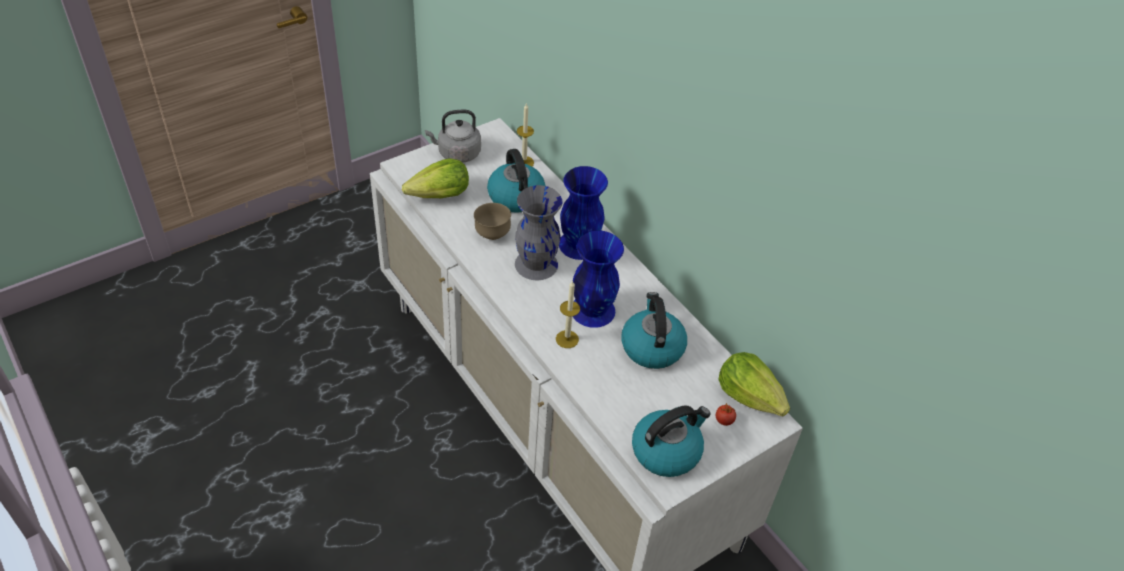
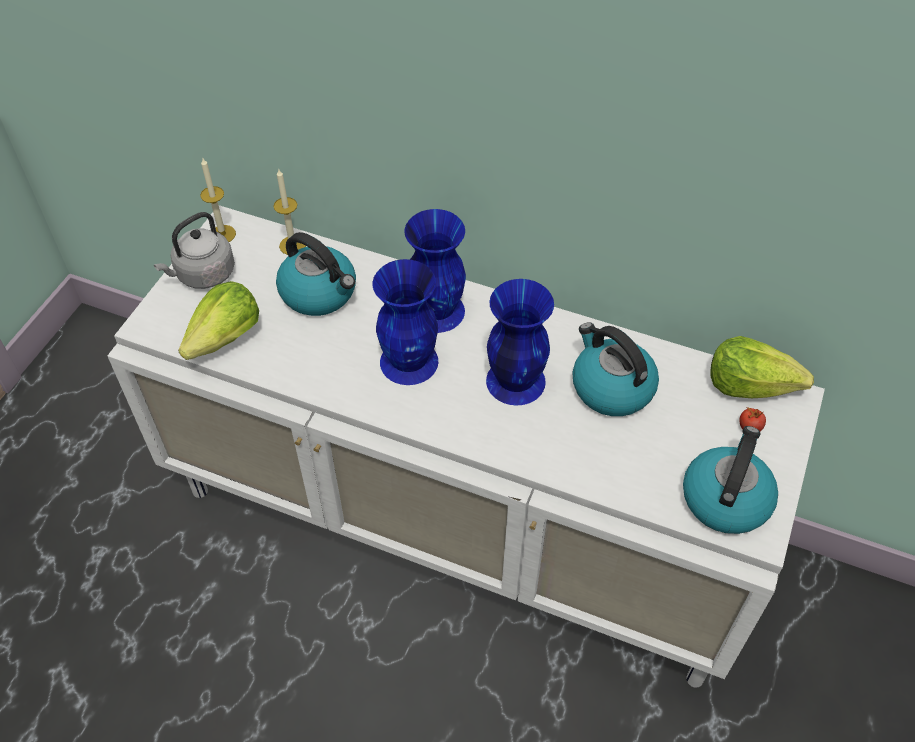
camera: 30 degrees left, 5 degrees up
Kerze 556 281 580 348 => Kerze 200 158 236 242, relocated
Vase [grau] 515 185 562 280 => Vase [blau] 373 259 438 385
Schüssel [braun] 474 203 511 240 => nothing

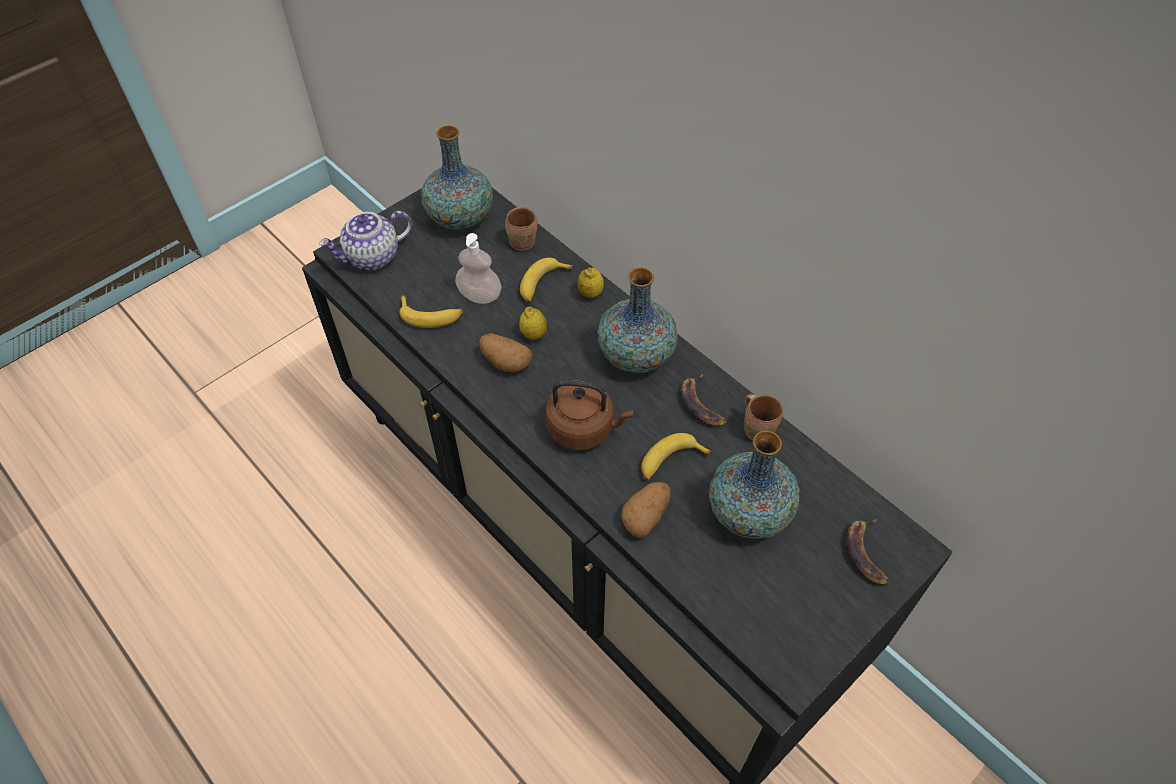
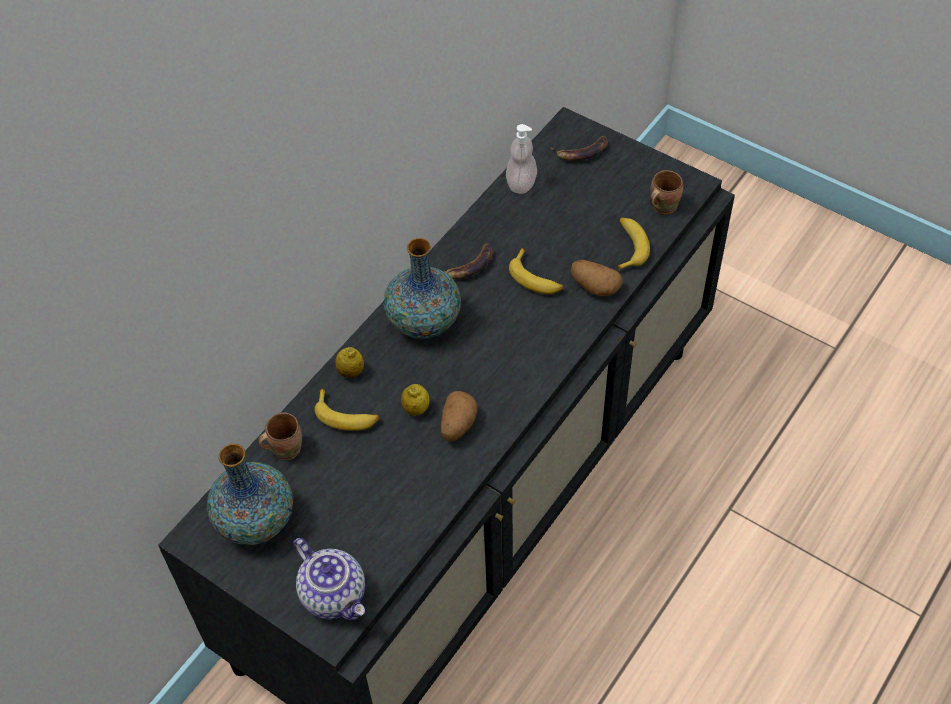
camera: 100 degrees left, 0 degrees up
Seifenspender 455 233 502 304 => Seifenspender 506 124 537 194, relocated
Banane 399 295 463 328 => Banane 618 217 650 270, relocated
Henkelbecher [braun] 744 394 783 440 => Henkelbecher [braun] 650 170 683 214, relocated
Wasserkessel [braun] 546 379 633 450 => nothing
Vase 709 430 799 539 => nothing

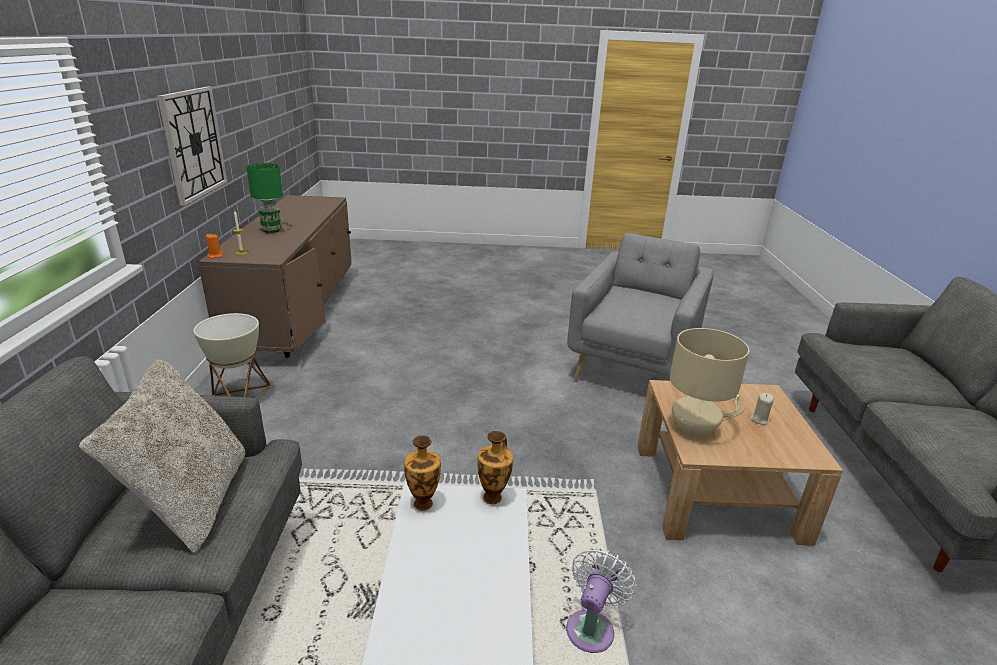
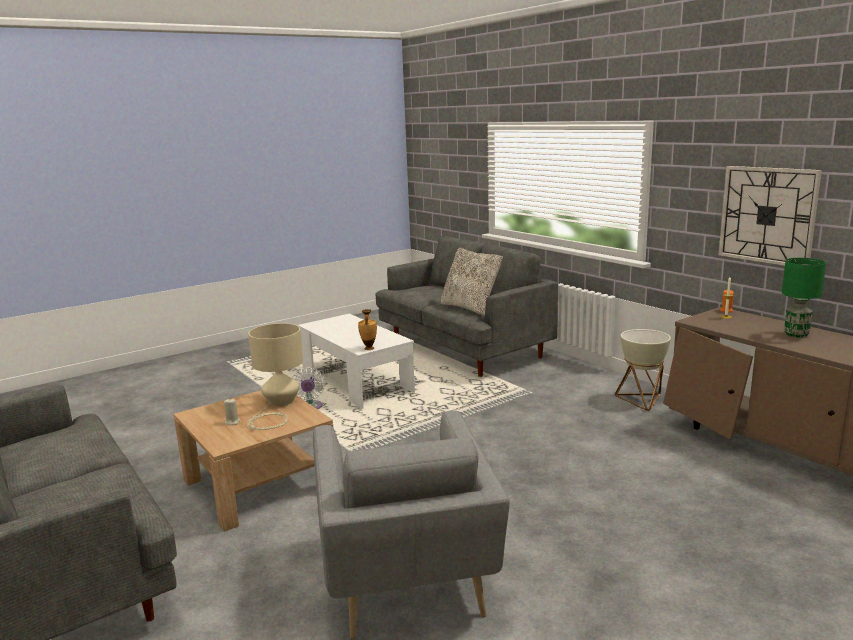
camera: 145 degrees right, 10 degrees down
Vase 404 435 441 511 => nothing

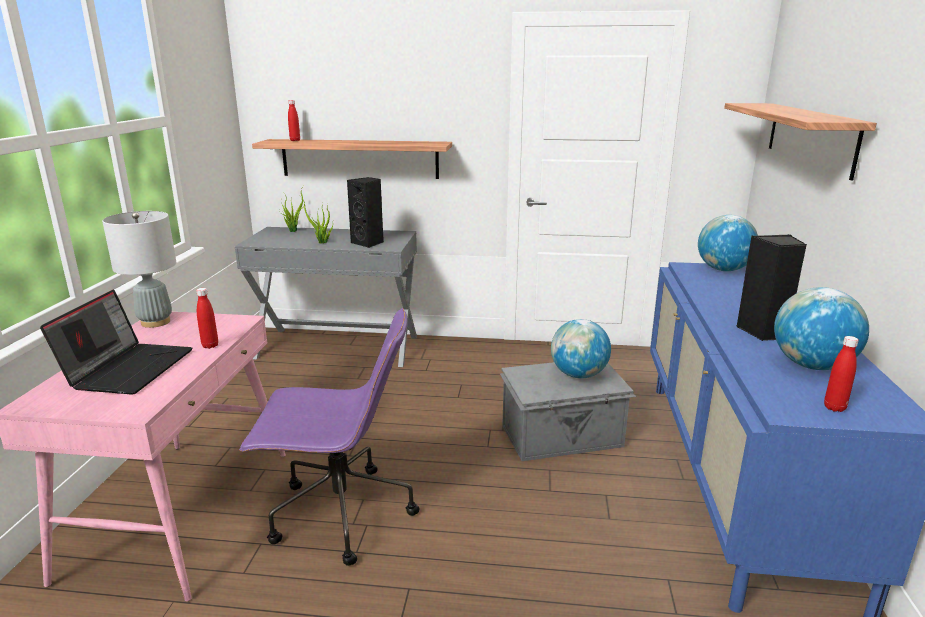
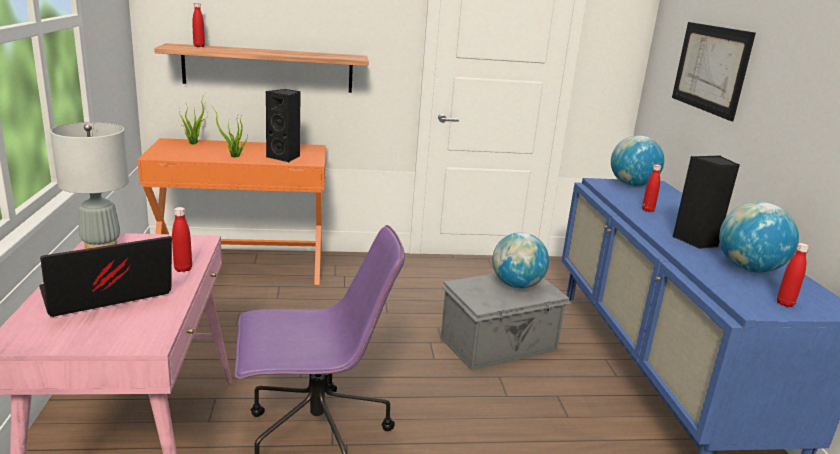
camera: 15 degrees left, 0 degrees up
Laptop 40 290 192 394 => Laptop 39 236 172 317, 120 degrees counterclockwise
Schreibtisch [grau] 235 227 417 367 => Schreibtisch [orange] 137 138 326 285
nothing => Flasche [rot] 642 165 661 212
Wandregal 724 103 877 180 => Bild 672 22 756 121

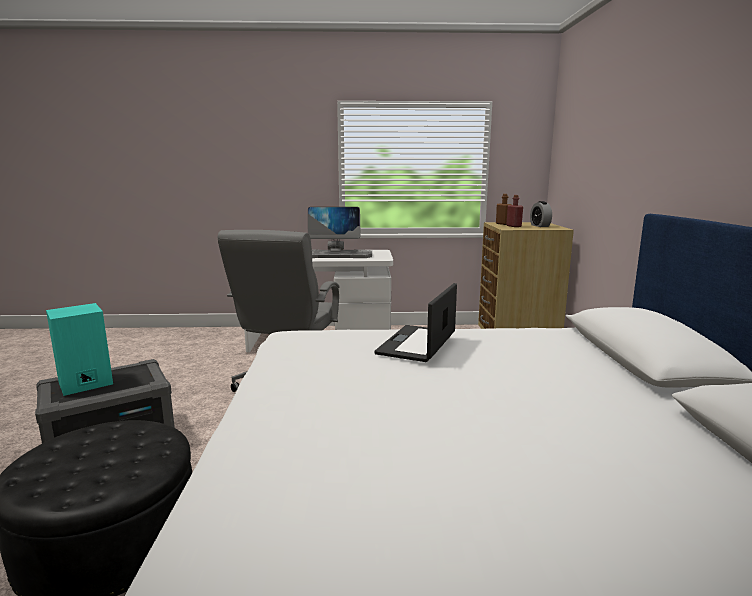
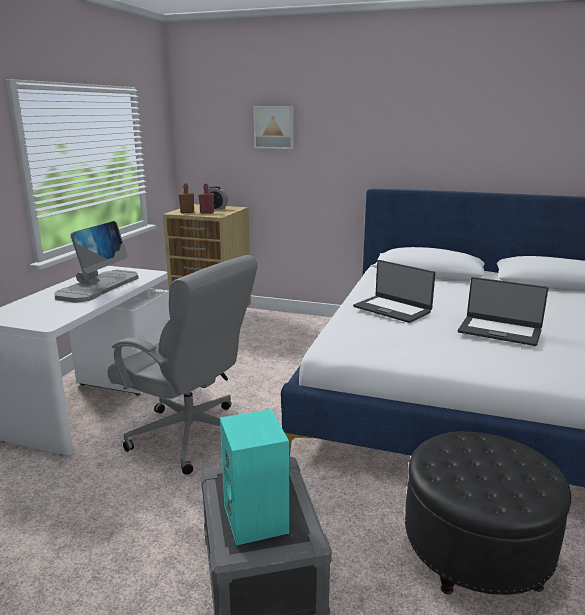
camera: 70 degrees left, 5 degrees up
nothing => Bild 253 106 294 149
nothing => Laptop 458 277 548 346

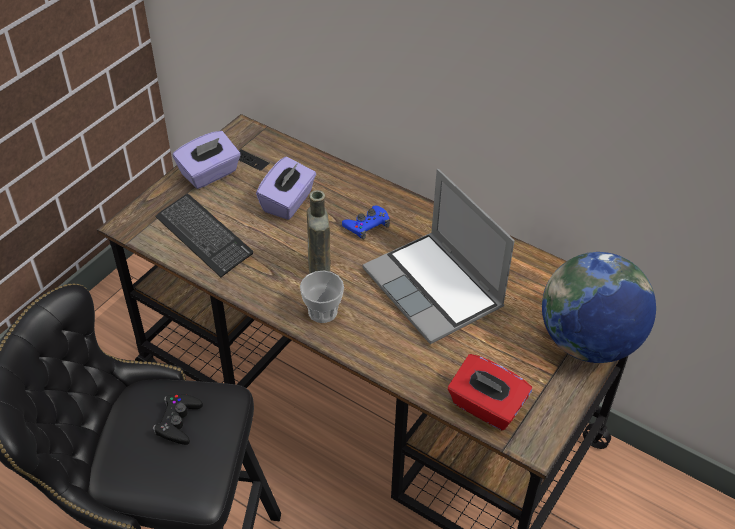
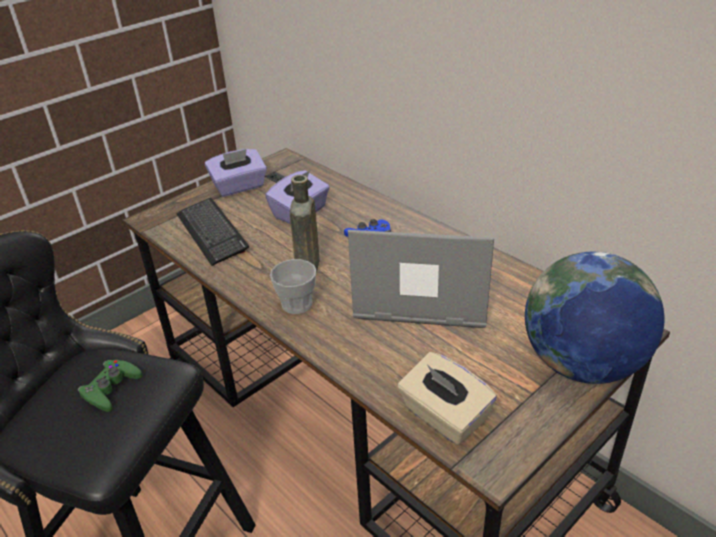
camera: 15 degrees right, 10 degrees down
Gamepad [schwarz] 153 394 203 445 => Gamepad [grün] 78 360 143 412
Laptop 363 169 515 344 => Laptop 348 230 494 328, 120 degrees clockwise
Taschentuchbox [rot] 448 354 532 430 => Taschentuchbox [beige] 398 352 497 445

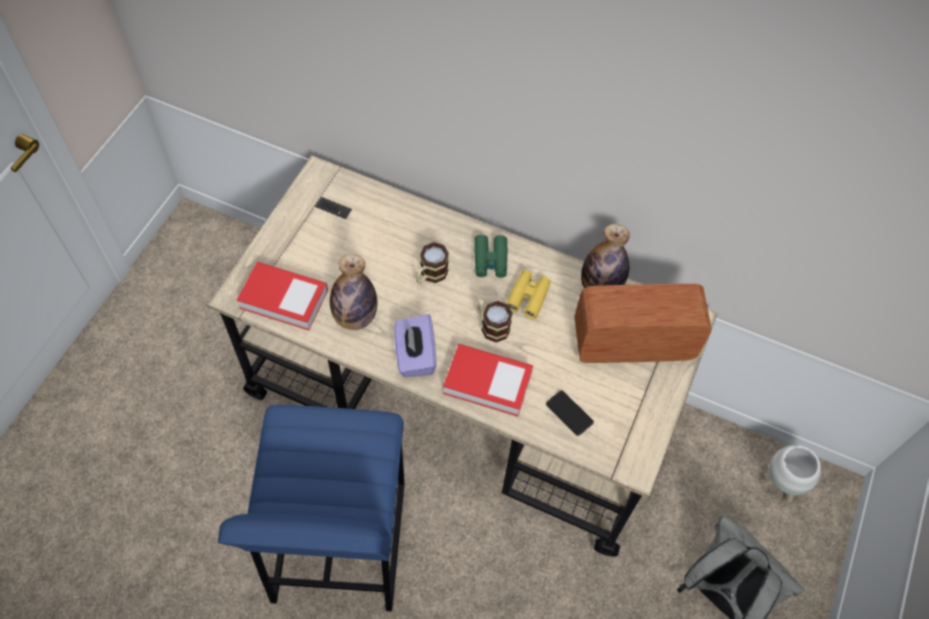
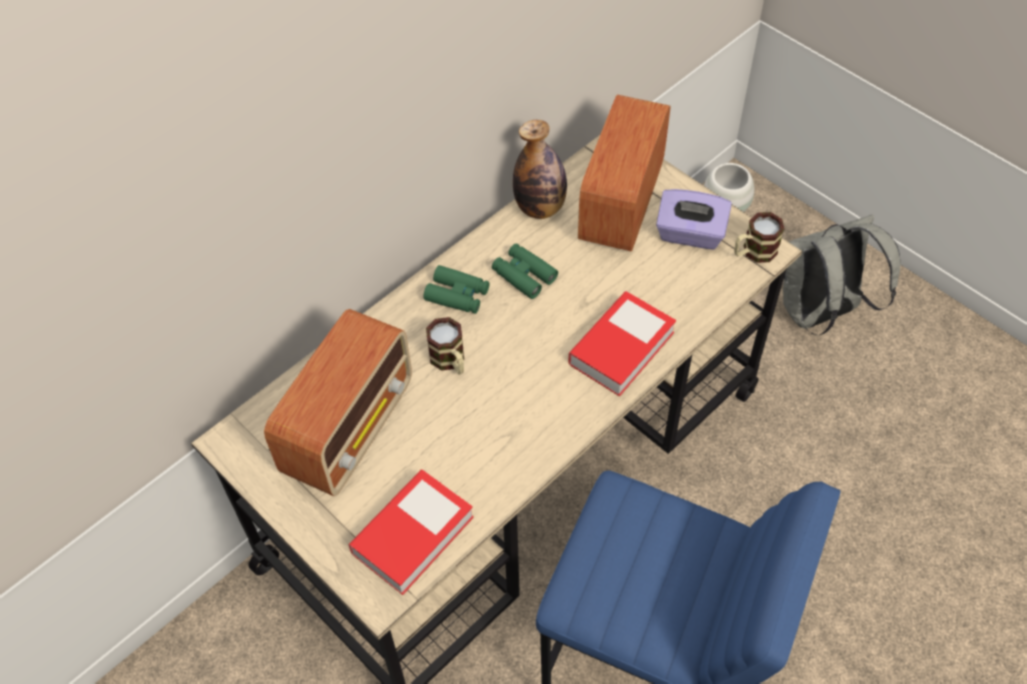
camera: 65 degrees left, 5 degrees down
nothing => Radio 264 309 412 496
Fernglas [gelb] 506 270 551 319 => Fernglas [grün] 492 244 558 299
Taschentuchbox [lila] 394 314 436 377 => Taschentuchbox [lila] 656 189 732 250, relocated
Henkelbecher 476 298 513 342 => Henkelbecher 734 212 784 263, relocated
Flasche 330 254 377 330 => nothing
Handy 546 390 594 436 => nothing

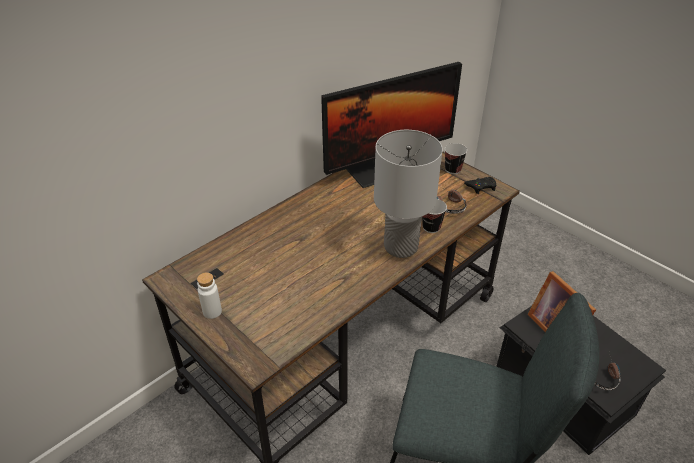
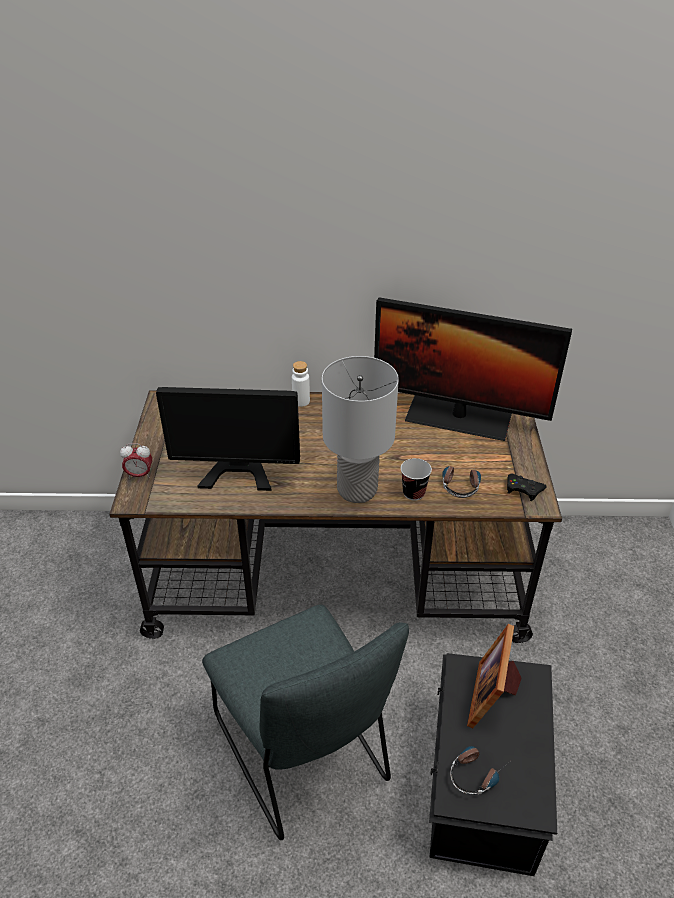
camera: 45 degrees right, 0 degrees up
nothing => Wecker 120 443 152 478
nothing => Monitor 156 387 300 491
Flasche [weiß] 197 272 222 319 => Flasche [weiß] 292 361 310 407, relocated
Tasse 445 143 467 174 => nothing

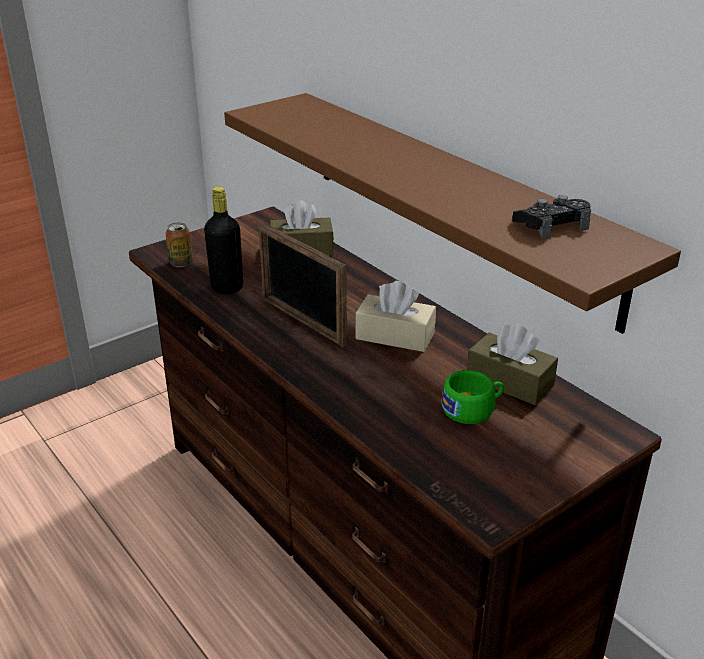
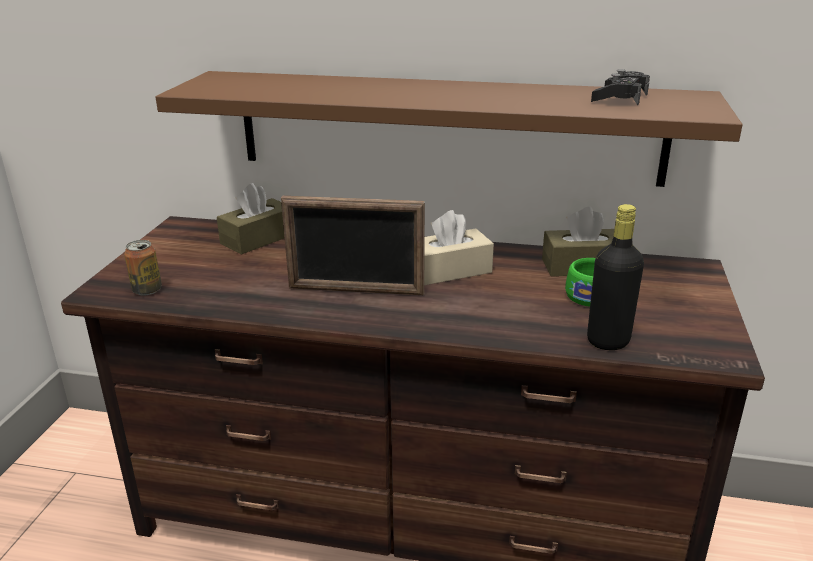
camera: 40 degrees left, 5 degrees down
Flasche [schwarz] 204 187 243 294 => Flasche [schwarz] 587 204 644 350, relocated

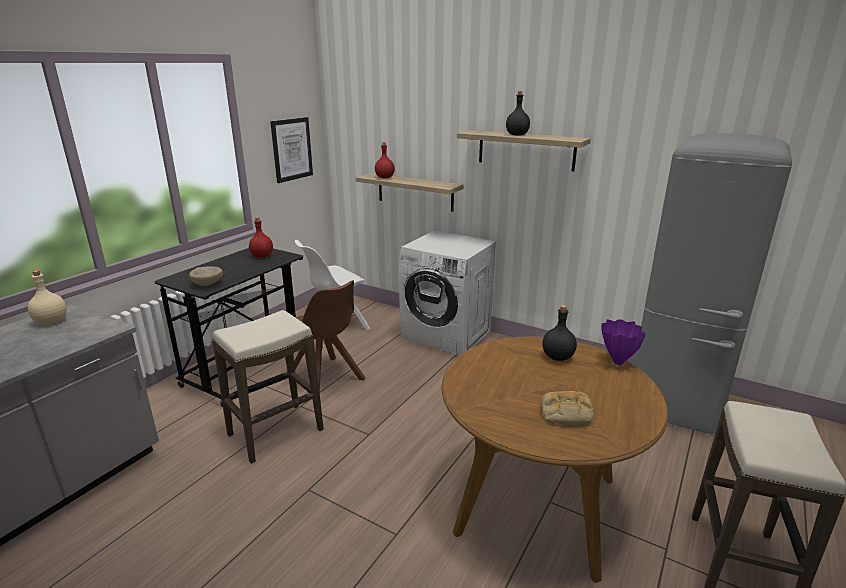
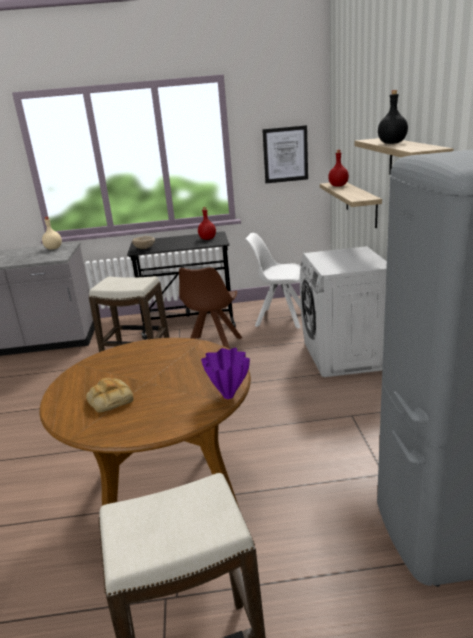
camera: 55 degrees right, 0 degrees up
Flasche [schwarz] 542 305 577 361 => nothing

